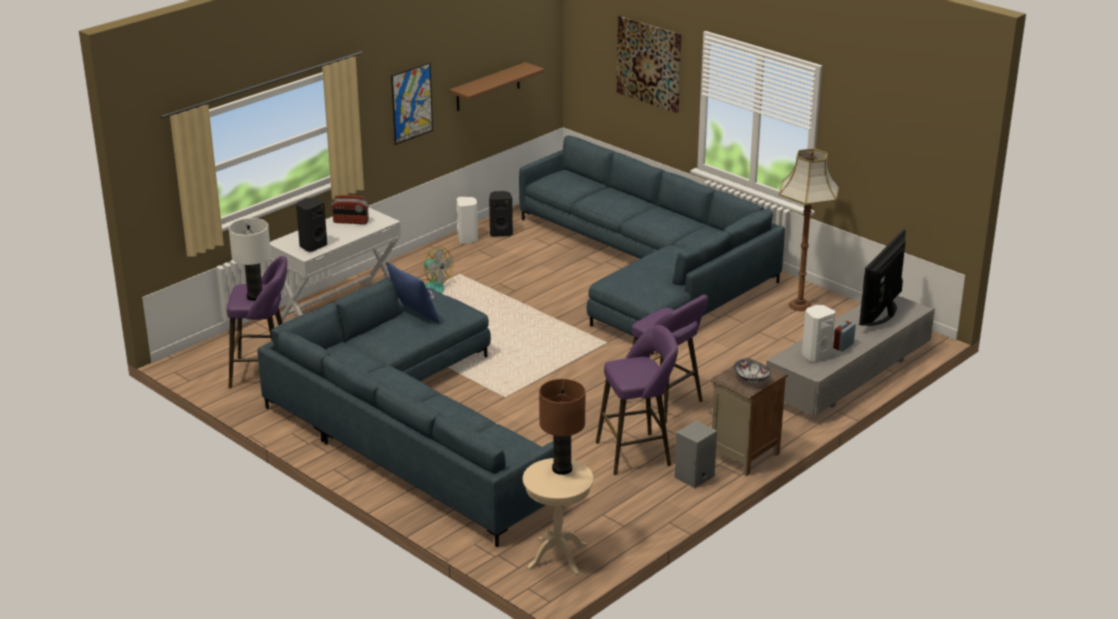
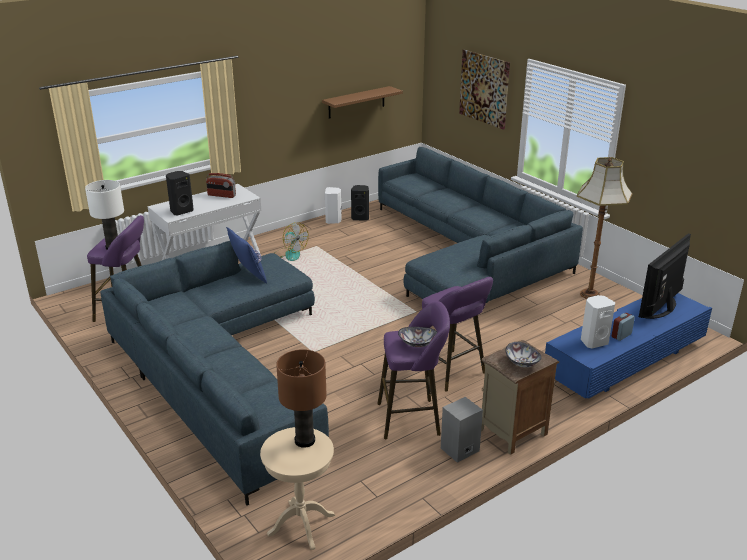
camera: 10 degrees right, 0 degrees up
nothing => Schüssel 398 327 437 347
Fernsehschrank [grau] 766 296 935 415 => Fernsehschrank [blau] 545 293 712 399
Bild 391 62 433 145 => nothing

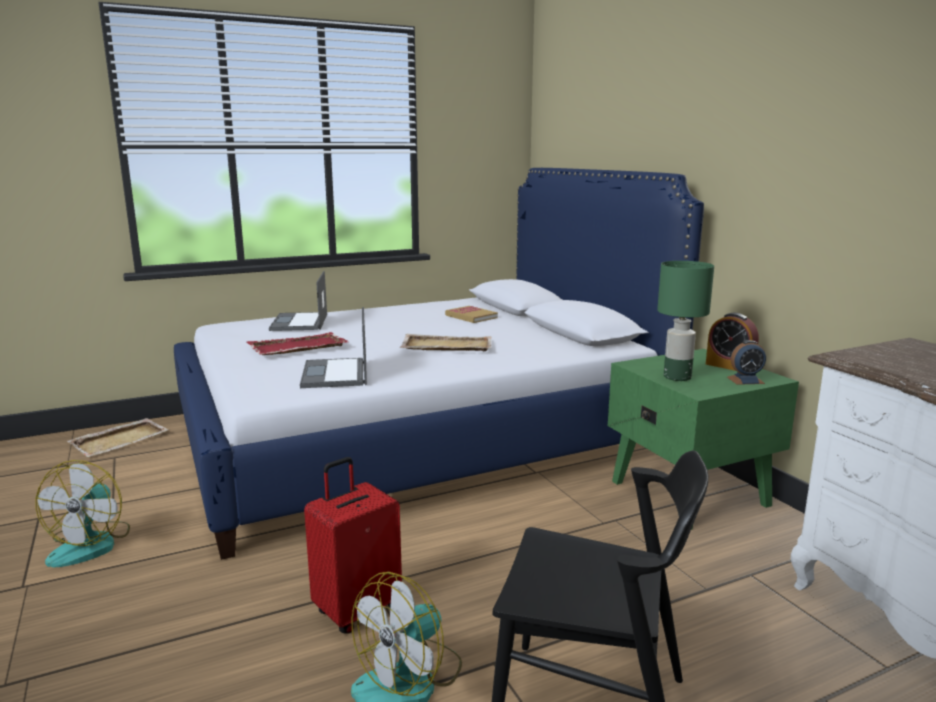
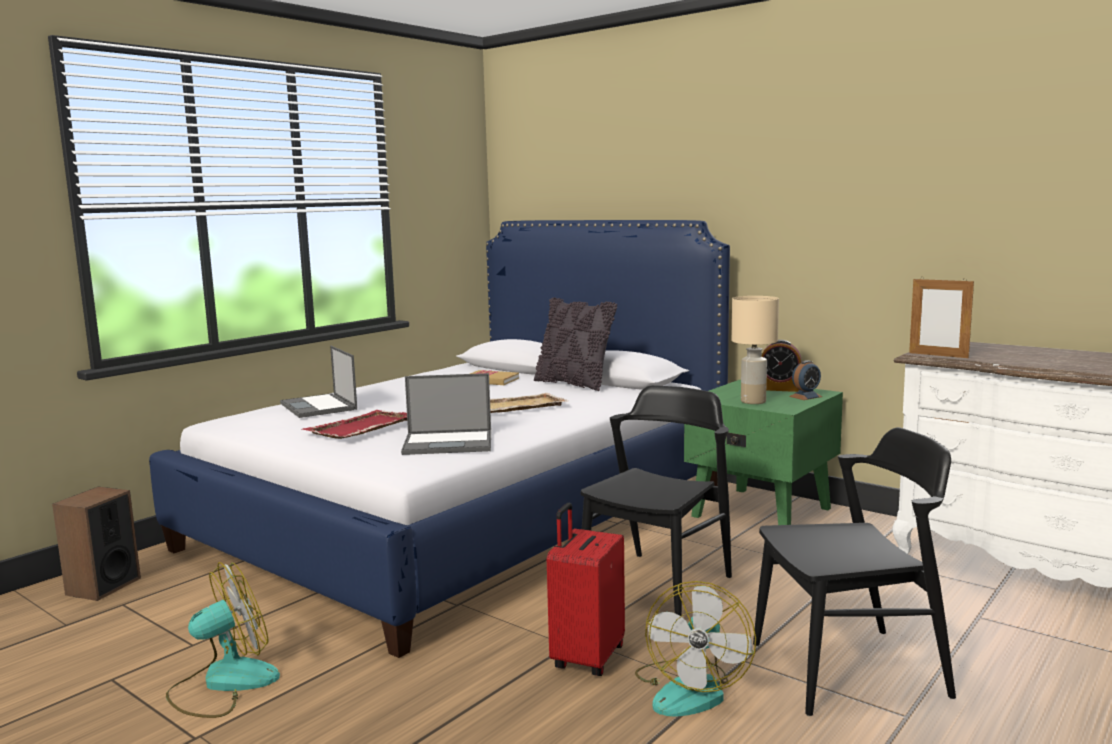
camera: 25 degrees left, 5 degrees down
Tablett [beige] 67 418 169 457 => Lautsprecher 52 487 141 601
Ventilator 35 460 130 567 => Ventilator 166 562 280 718, 105 degrees counterclockwise
Laptop 300 307 367 388 => Laptop 401 373 491 455, 60 degrees counterclockwise
nothing => Kissen [schwarz] 534 297 617 391
nothing => Stuhl [schwarz] 581 385 732 616
Tischlampe [grün] 657 261 714 381 => Tischlampe [beige] 731 296 779 404
nothing => Bilderrahmen 909 278 974 358

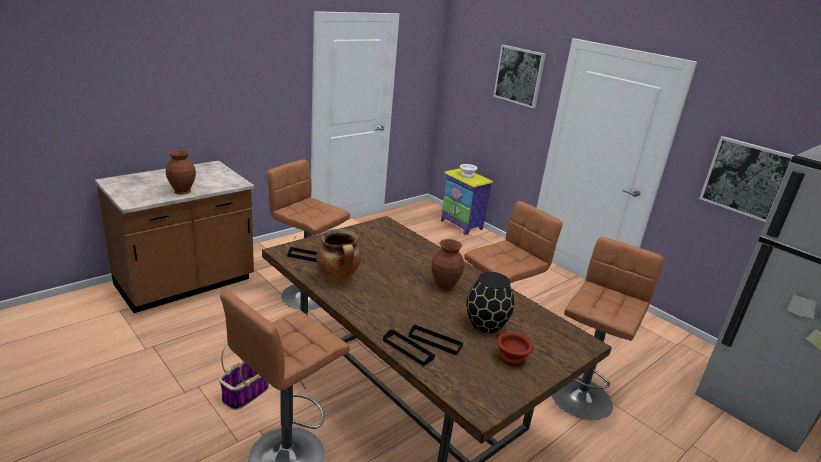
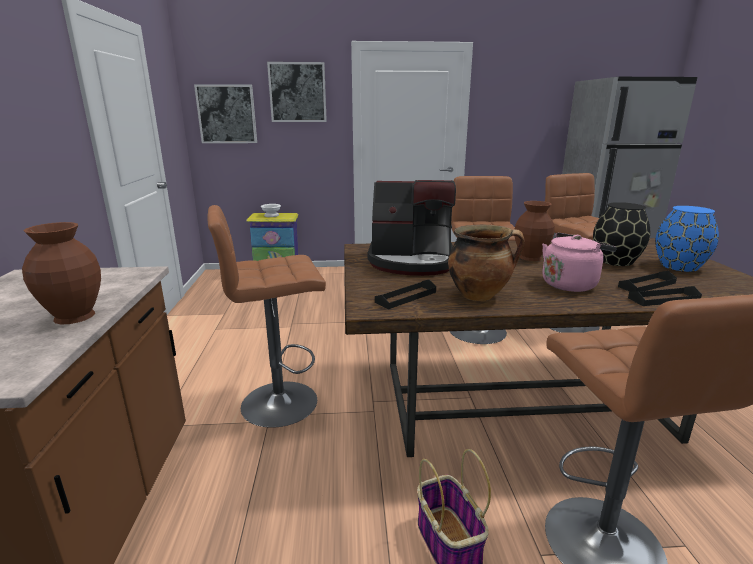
camera: 50 degrees left, 5 degrees down
Bild 699 136 795 222 => Bild 194 84 257 143, relocated
nothing => Kaffeemaschine 367 180 456 276
nothing => Wasserkessel [rosa] 542 233 617 292
Schüssel [braun] 497 332 533 366 => Vase [blau] 655 206 719 272

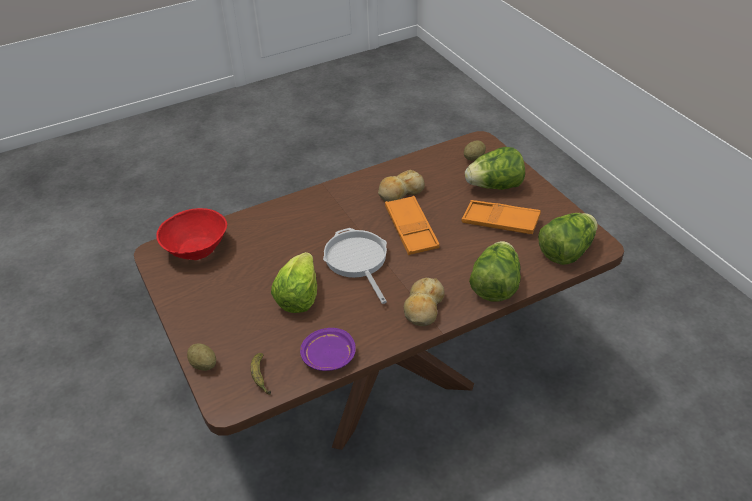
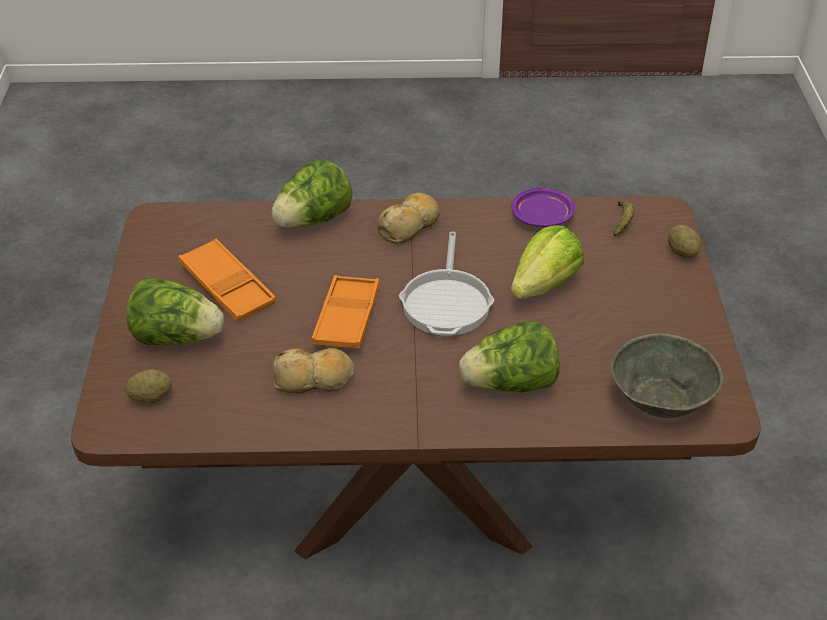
camera: 155 degrees left, 0 degrees up
Salatkopf 538 213 598 265 => Salatkopf 459 321 560 393, relocated
Schüssel [rot] 156 208 227 260 => Schüssel [grau] 611 333 723 418

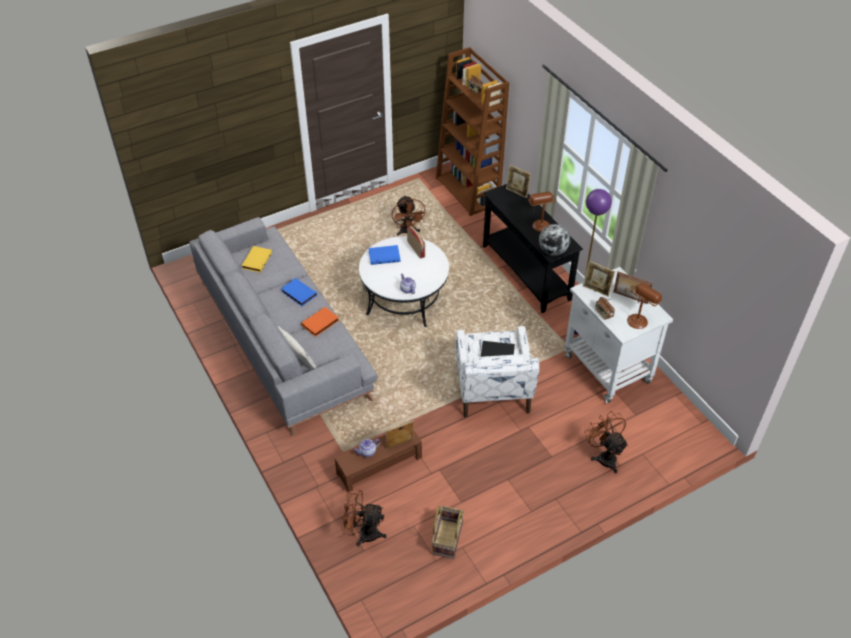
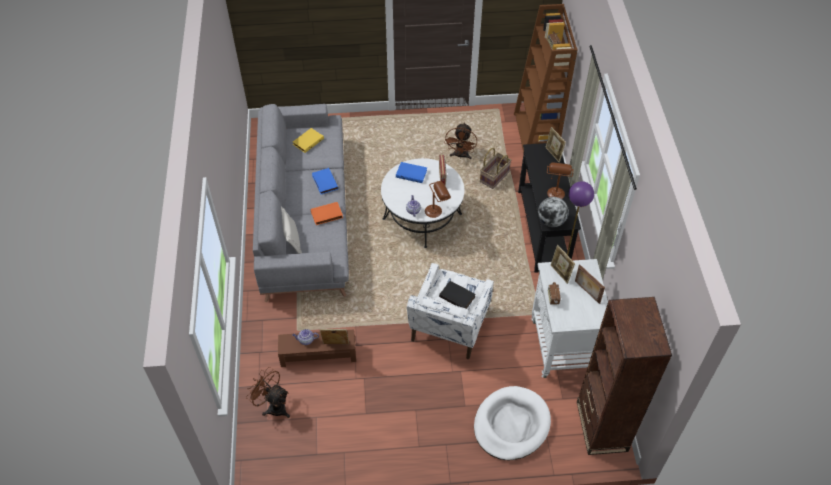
camera: 25 degrees right, 5 degrees up
Tischlampe [braun] 627 283 662 329 => Tischlampe [braun] 425 181 451 218, relocated
Ventilator [braun] 586 411 628 474 => Hundebett [weiß] 474 386 551 460
Korb 432 506 464 559 => Korb 480 148 511 189, relocated
nothing => Bücherregal [braun] 577 297 672 455

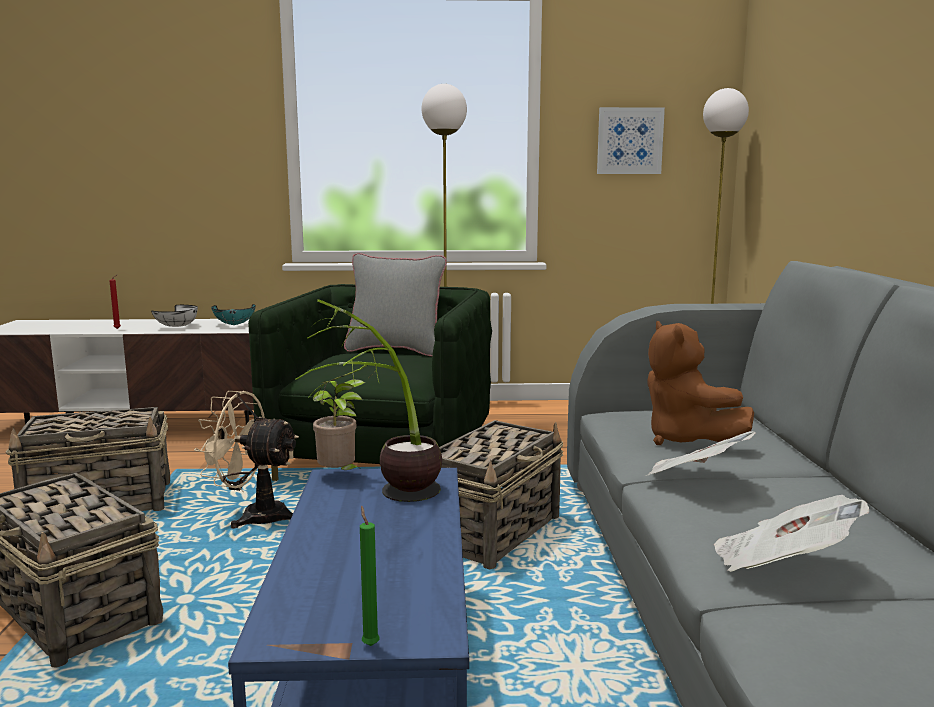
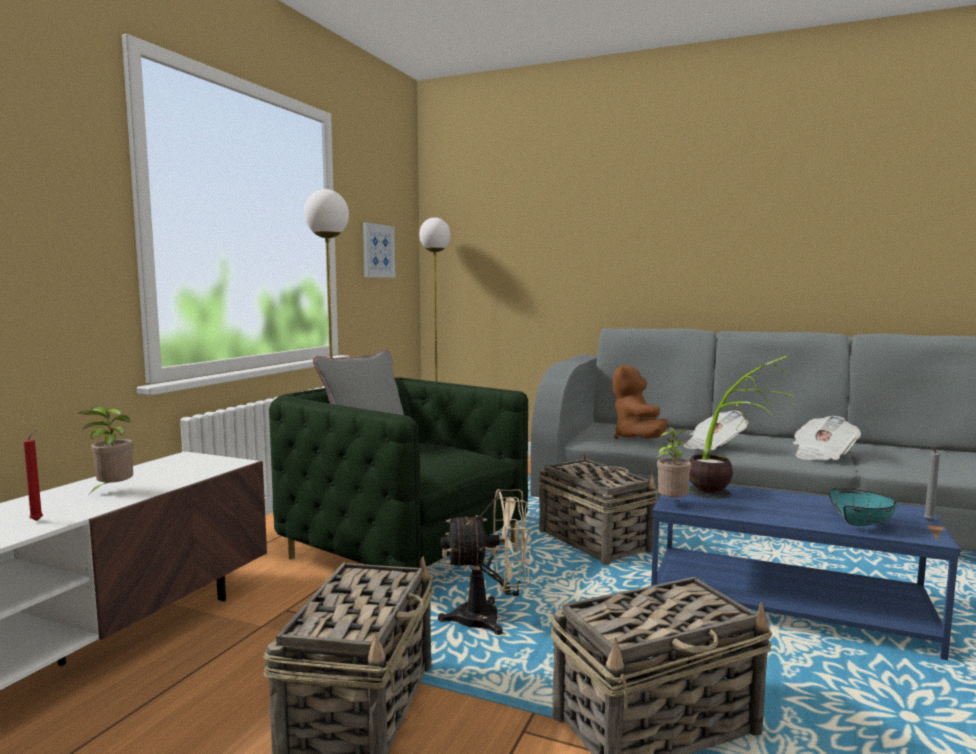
camera: 65 degrees left, 5 degrees down
Schüssel [weiß] 151 305 198 327 => Topfpflanze 78 406 134 493
Ventilator [beige] 194 391 299 529 => Ventilator [beige] 438 489 532 635, 135 degrees counterclockwise
Plüschtier [braun] 647 321 754 445 => Plüschtier [braun] 613 364 668 439, 90 degrees clockwise
Schüssel [türkis] 211 304 256 325 => Schüssel [türkis] 829 489 897 526, relocated
Kerze [grün] 360 506 380 646 => Kerze [grau] 924 446 940 521

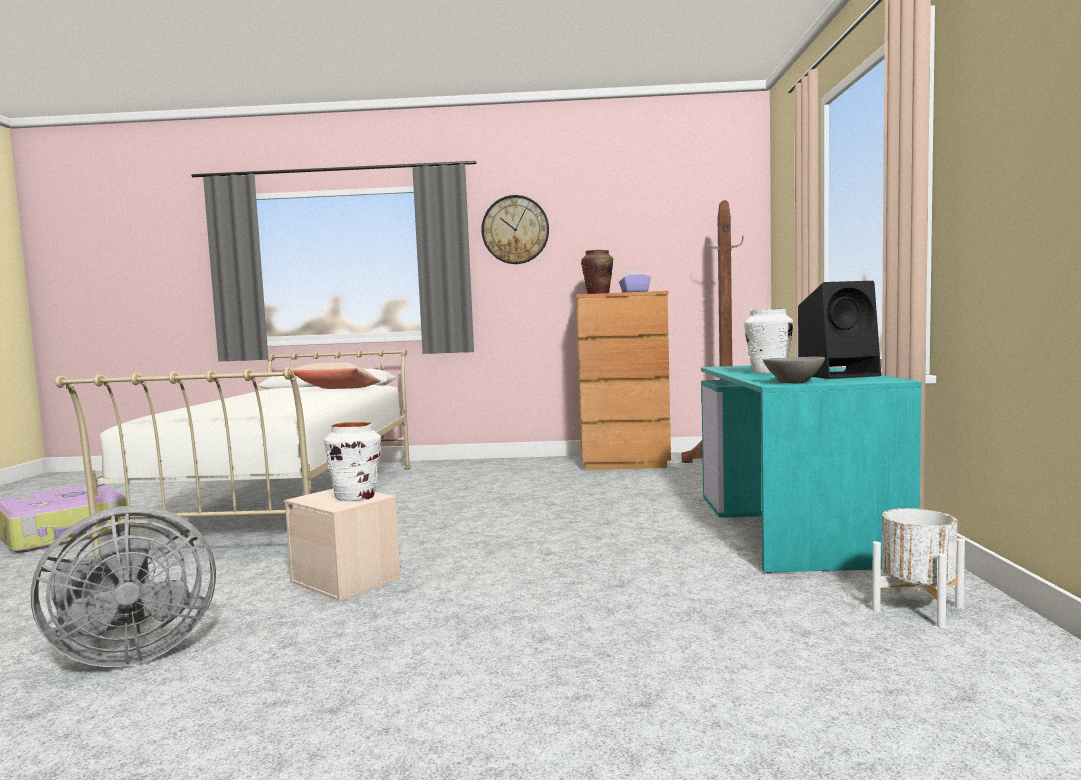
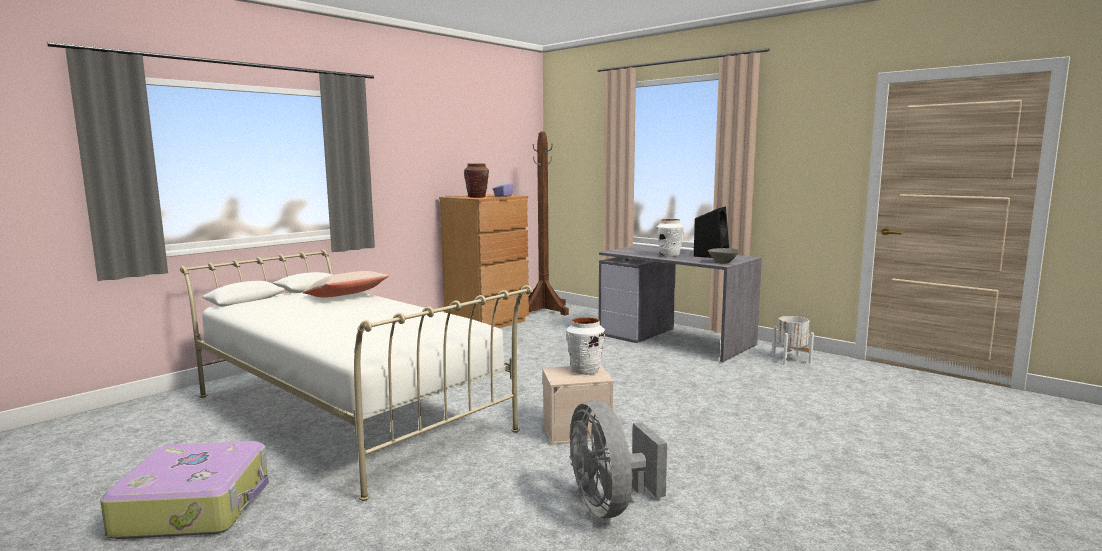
camera: 50 degrees left, 5 degrees up
Ventilator [grau] 31 505 216 667 => Ventilator [grau] 569 400 667 518, 150 degrees clockwise
Schreibtisch [türkis] 701 365 921 573 => Schreibtisch [grau] 599 245 762 362
Wanduhr 481 195 549 264 => nothing

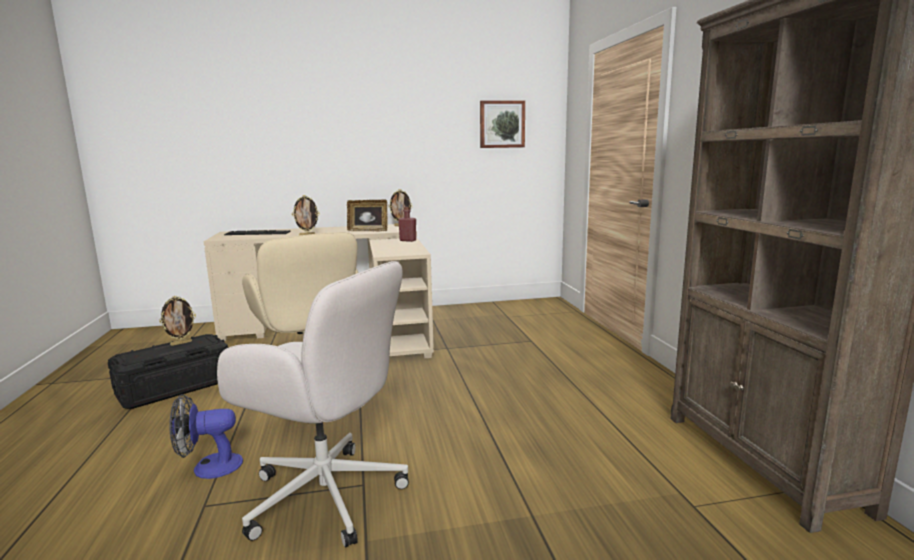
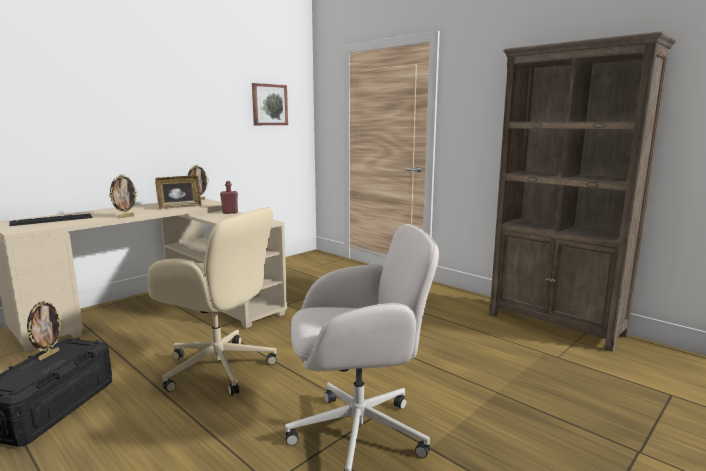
camera: 35 degrees left, 0 degrees up
Ventilator 169 394 243 479 => nothing

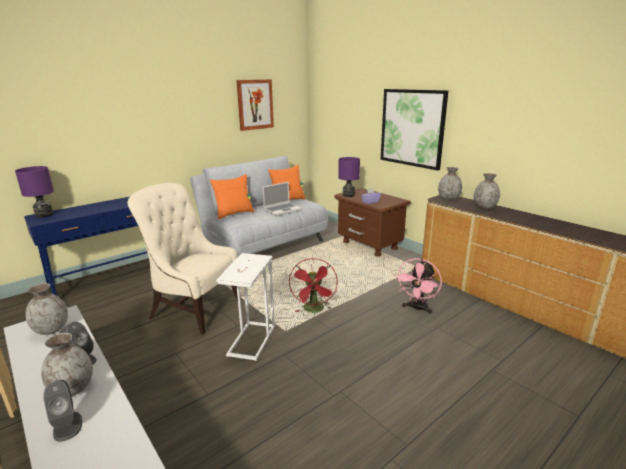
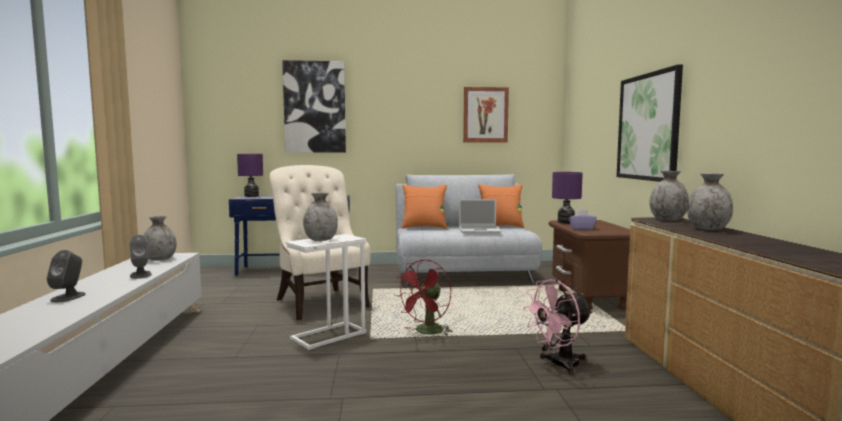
camera: 35 degrees right, 15 degrees down
nothing => Bild 282 60 346 153
Vase [grau] 41 333 93 396 => Vase [grau] 303 193 338 241, relocated

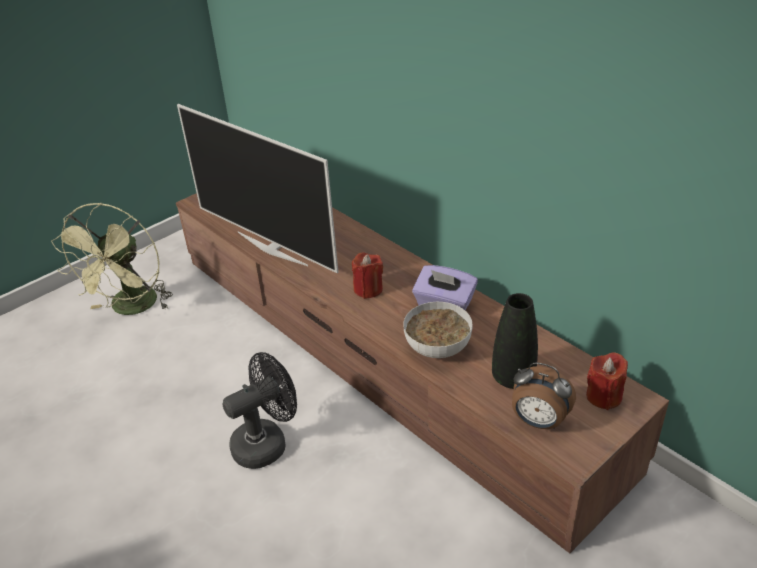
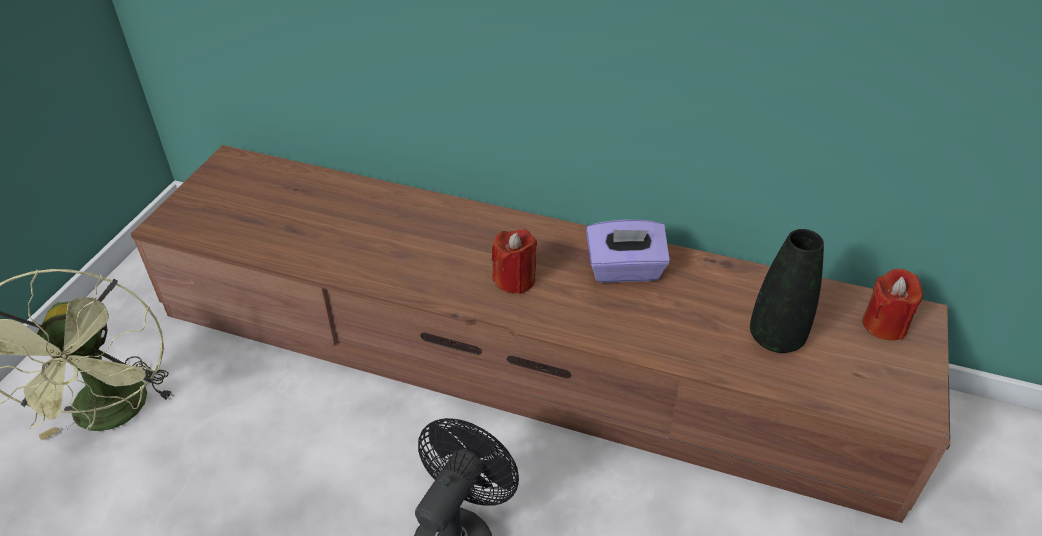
camera: 30 degrees left, 5 degrees up
Fernseher 177 104 338 273 => nothing
Schüssel 403 302 473 358 => nothing
Wecker 512 362 576 429 => nothing

